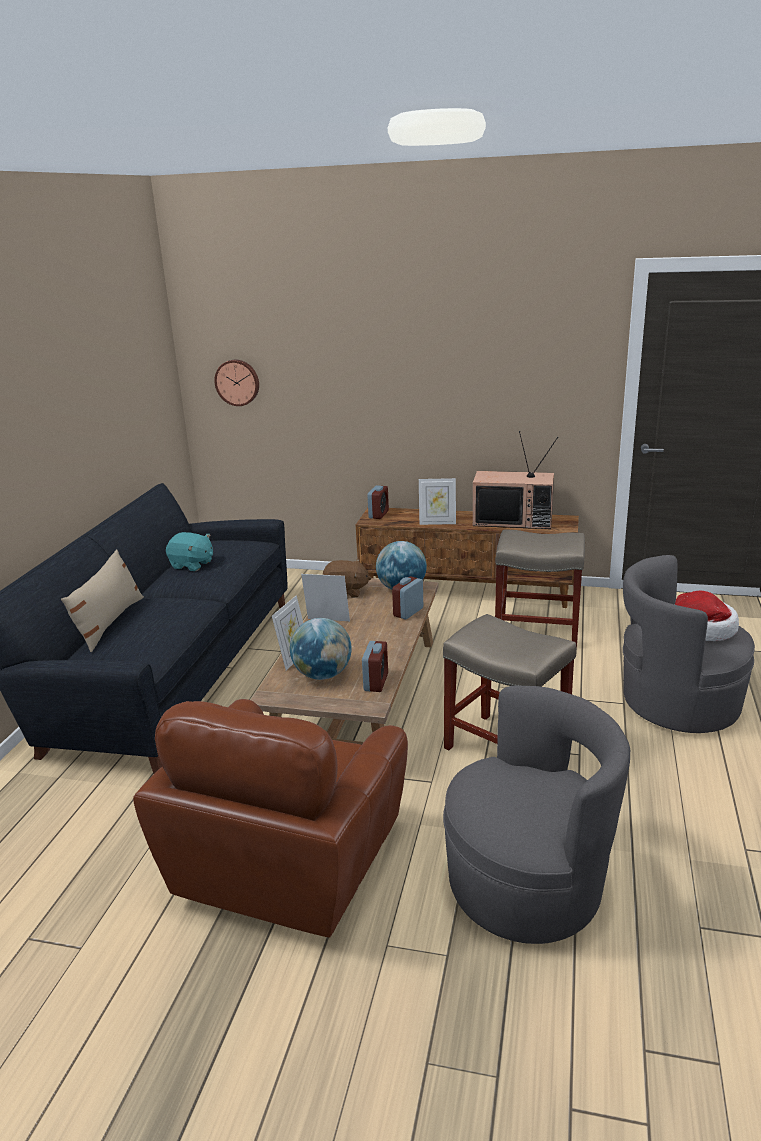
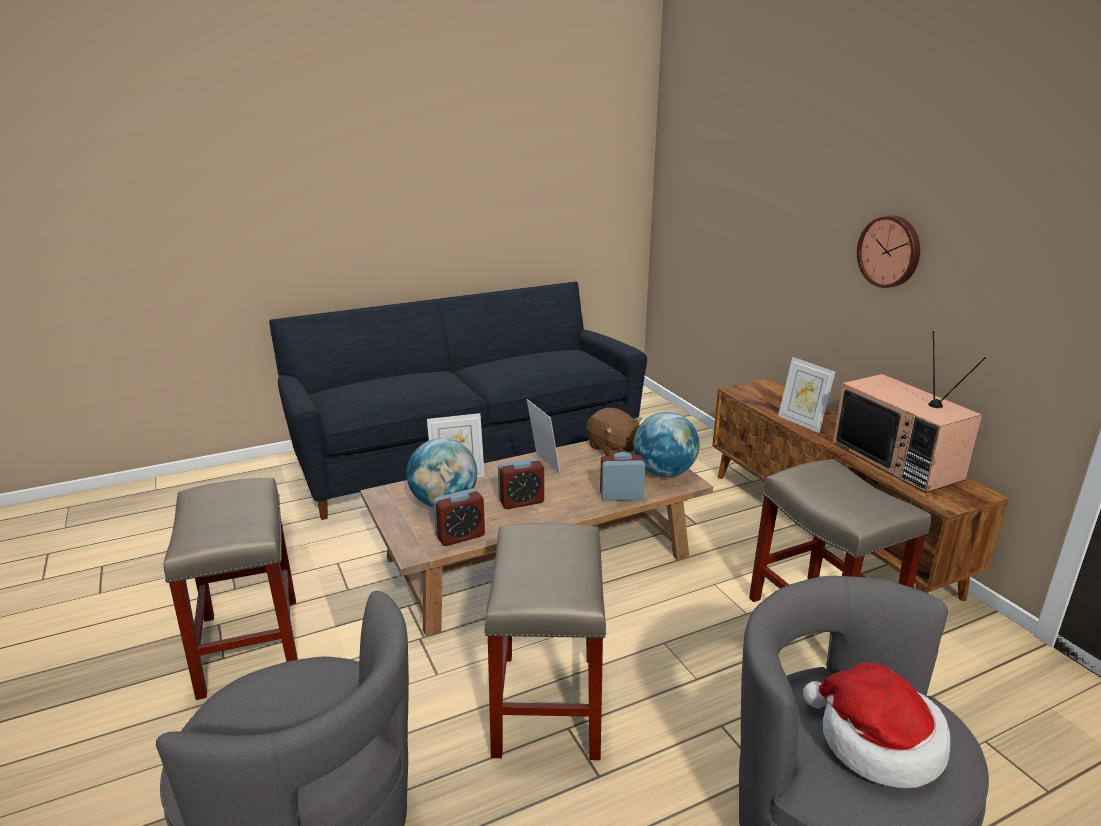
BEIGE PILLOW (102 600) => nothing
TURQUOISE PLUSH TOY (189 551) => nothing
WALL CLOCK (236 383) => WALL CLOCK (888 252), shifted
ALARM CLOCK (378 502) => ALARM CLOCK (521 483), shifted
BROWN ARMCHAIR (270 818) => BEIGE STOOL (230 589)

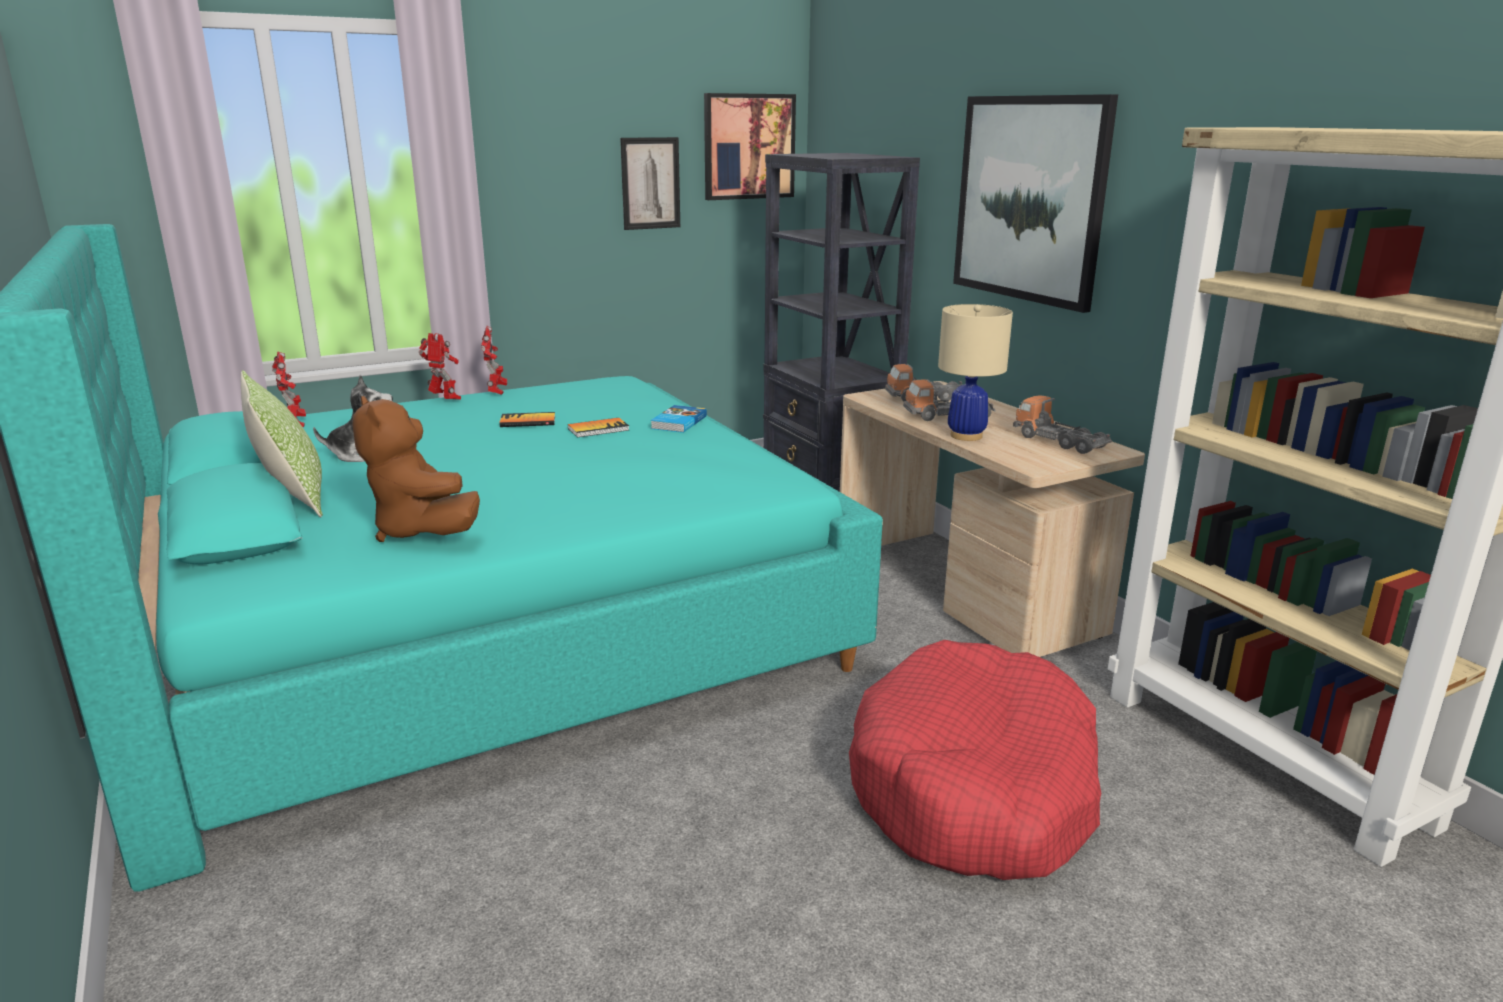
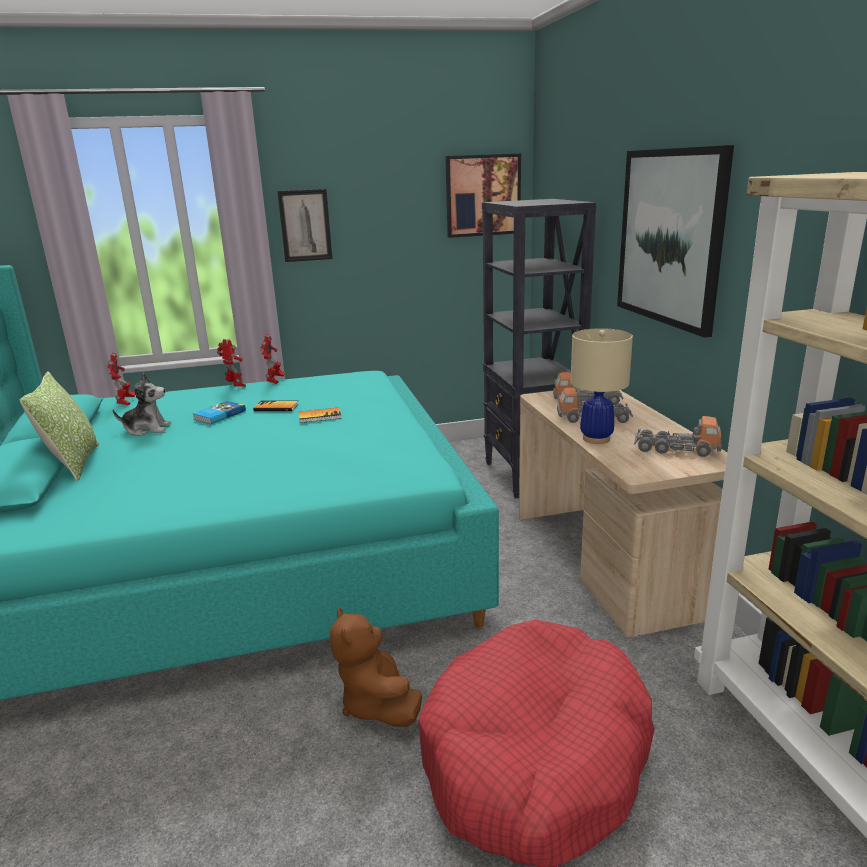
BROWN PLUSH TOY (416 469) => BROWN PLUSH TOY (376 667), shifted
PICTURE (650 183) => PICTURE (304 225), shifted
BOOK (678 419) => BOOK (219 412), shifted
TOY TRUCK (1062 424) => TOY TRUCK (678 436), 135 degrees clockwise

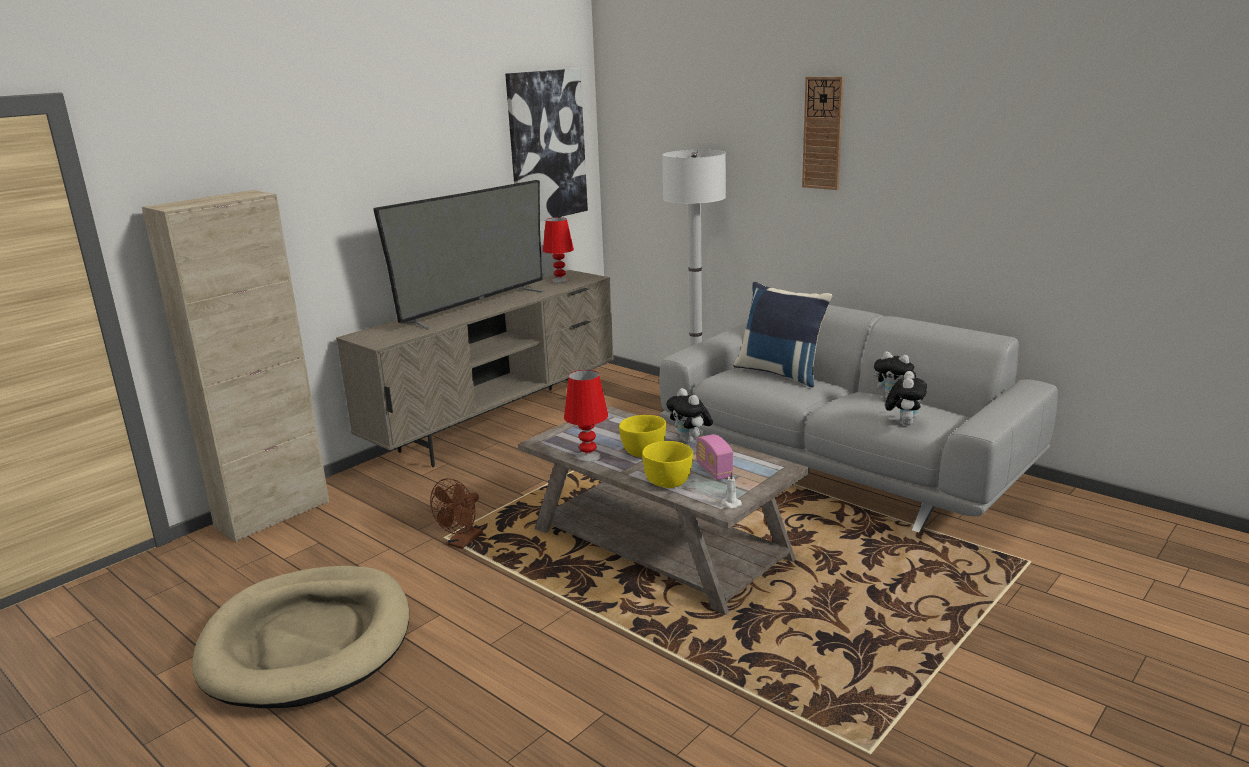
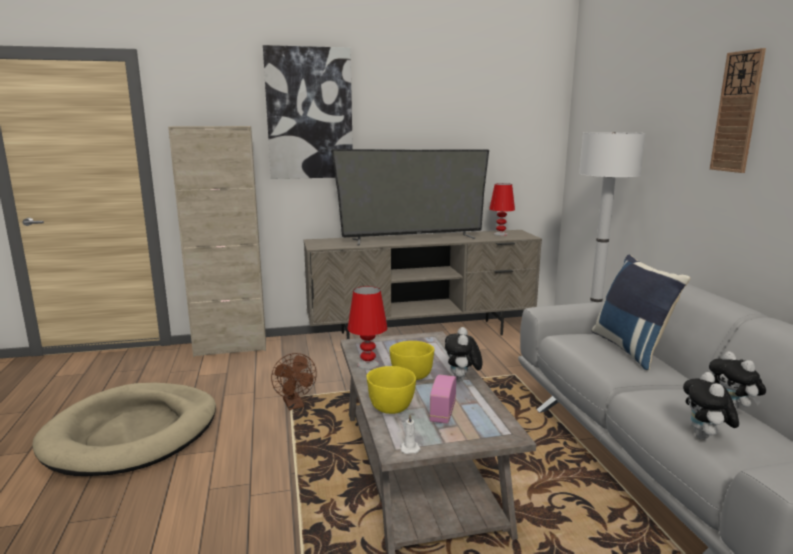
PICTURE (546 145) => PICTURE (308 112), shifted
BROWN FAN (456 513) => BROWN FAN (294 382), 90 degrees counterclockwise
PLUSH TOY (906 398) => PLUSH TOY (711 405), 135 degrees clockwise

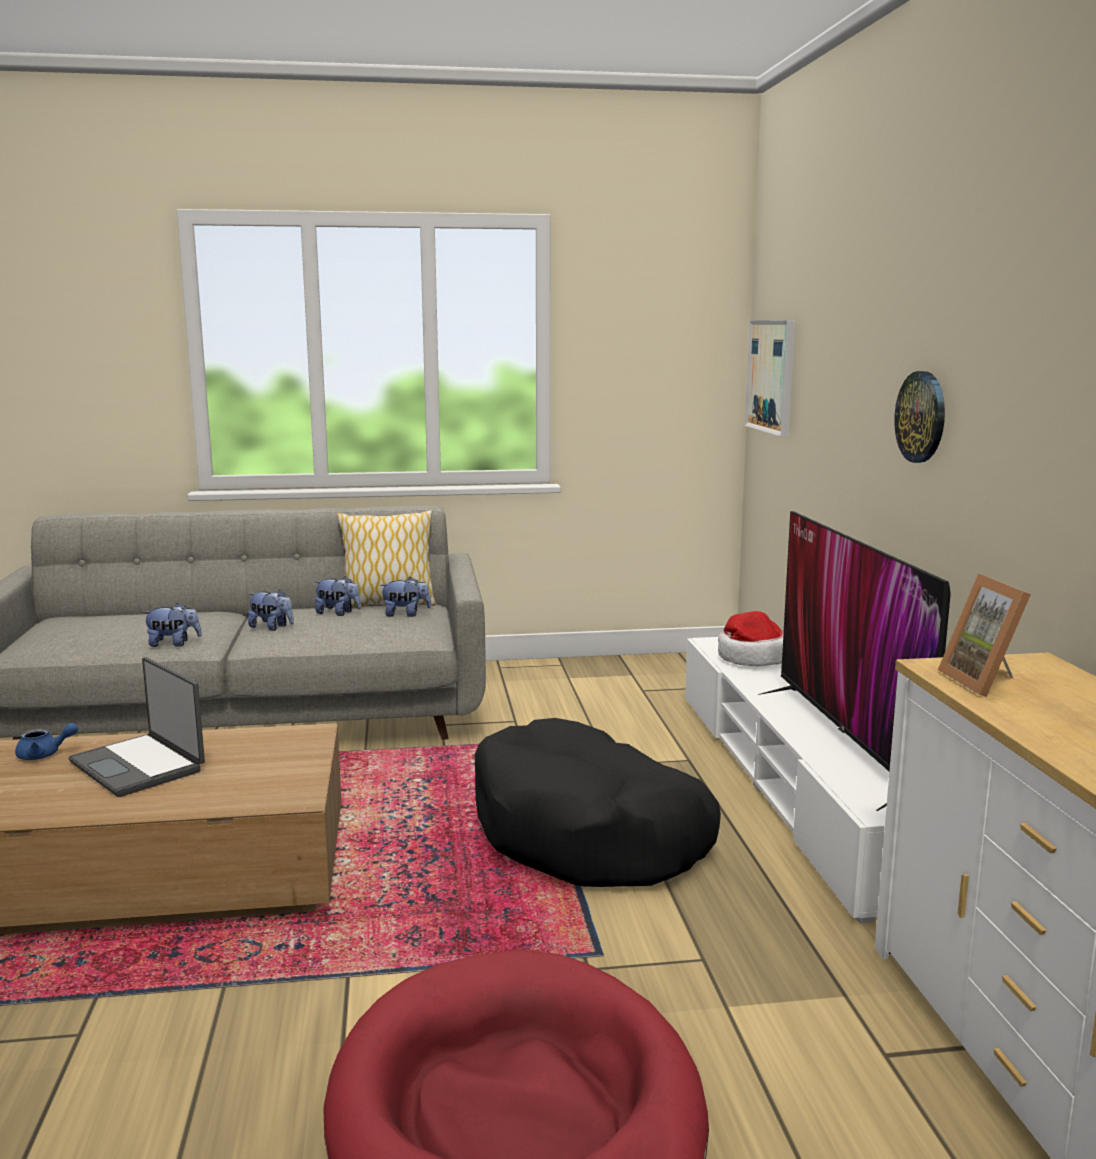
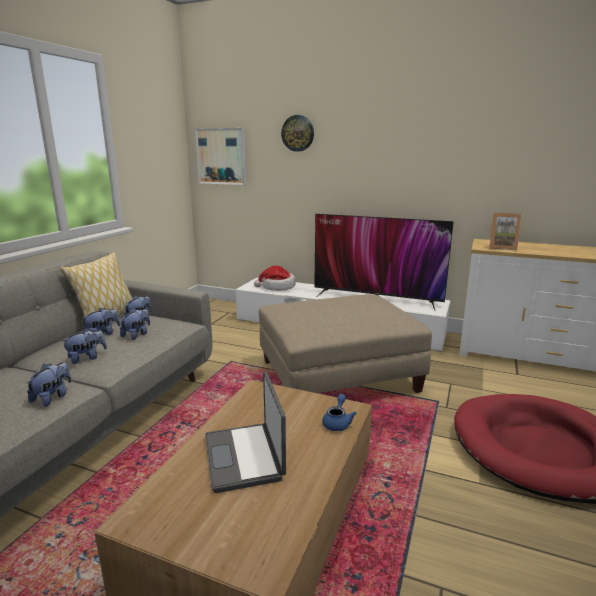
nothing => PLUSH TOY (135 324)
BLUE TEAPOT (46 741) => BLUE TEAPOT (339 412), shifted
WALL CLOCK (919 417) => WALL CLOCK (297 133), shifted
BLACK DOG BED (598 802) => BEIGE OTTOMAN (345 343)
LAPTOP (137 727) => LAPTOP (245 432), 90 degrees clockwise

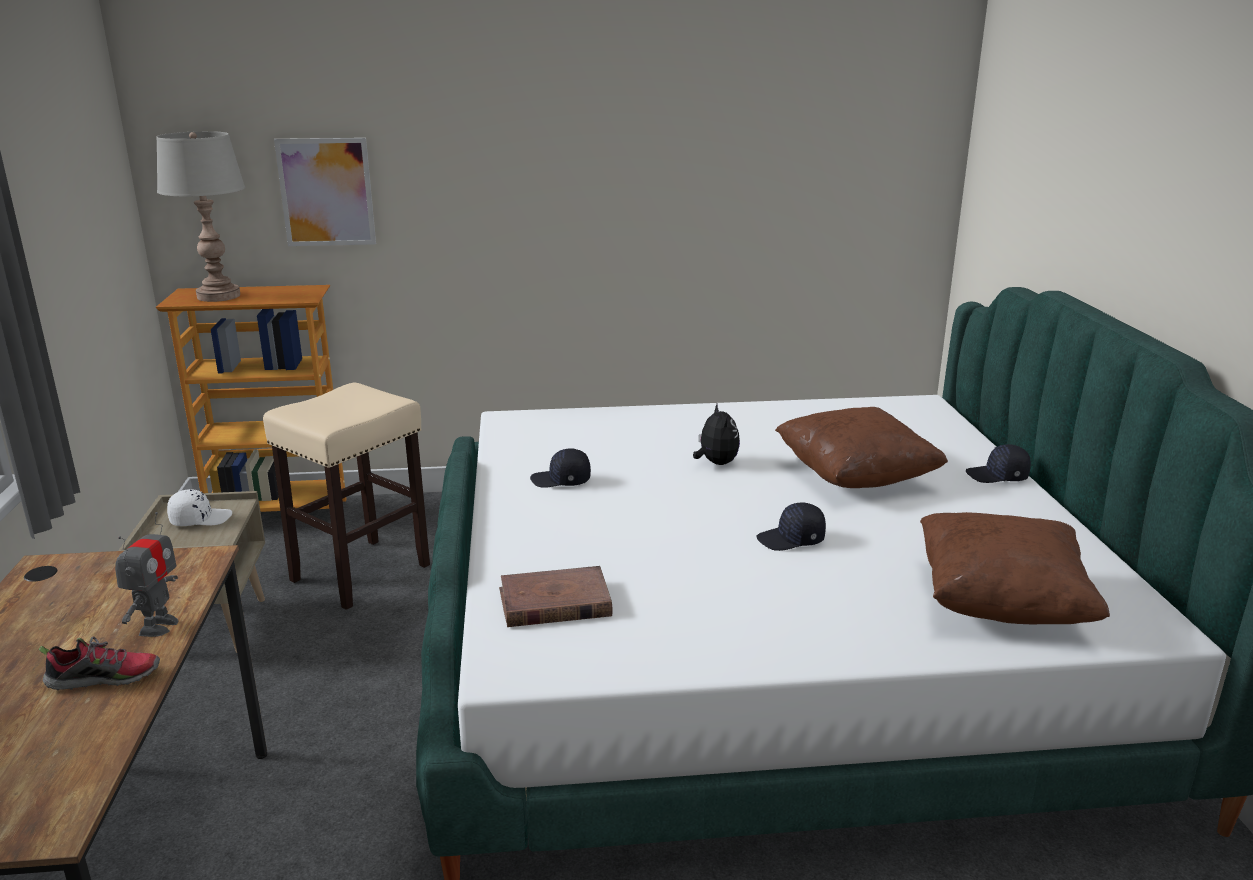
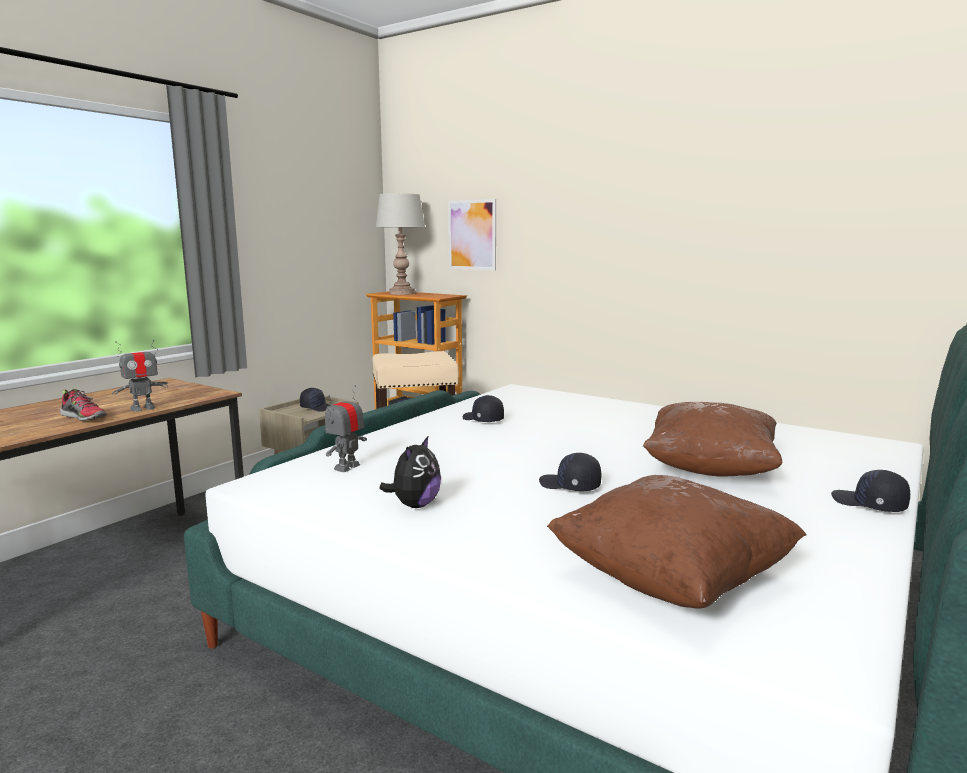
PLUSH TOY (716 434) => PLUSH TOY (410 471), shifted
BROWN BOOK (555 596) => TOY ROBOT (346 428)
WHITE CAP (199 507) => BLACK CAP (315 400)

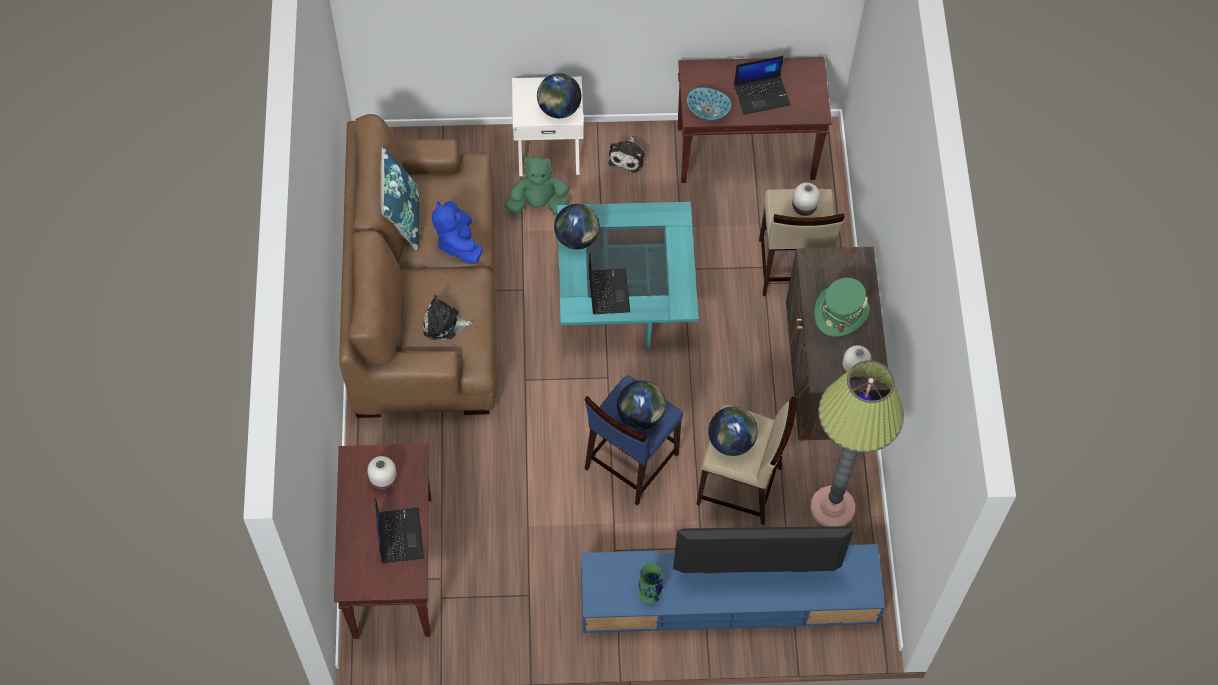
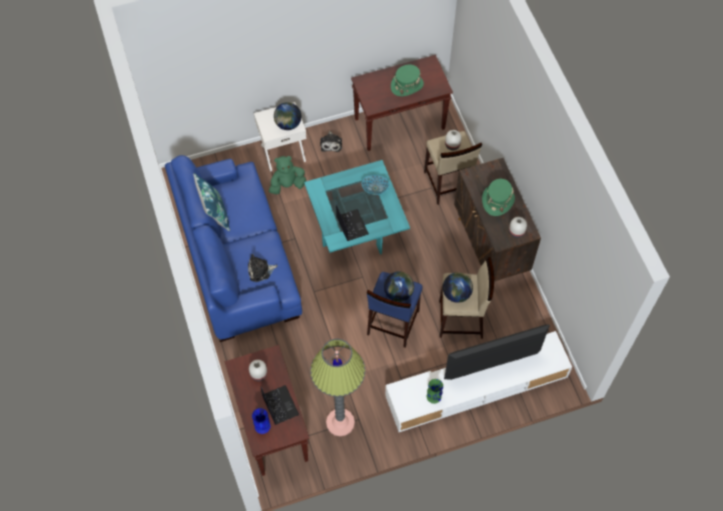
BLUE PLUSH TOY (457 232) => nothing
GLOBE (577 227) => nothing
nothing => BLUE VASE (261 421)
BOWL (709 104) => BOWL (375 185), shifted
FLOOR LAMP (857 443) => FLOOR LAMP (337 387), shifted
LAPTOP (762 85) => GREEN HAT (407 80)
BROWN SOFA (418 266) => BLUE SOFA (233 248)
BLUE TV STAND (733 588) => WHITE TV STAND (478 381)

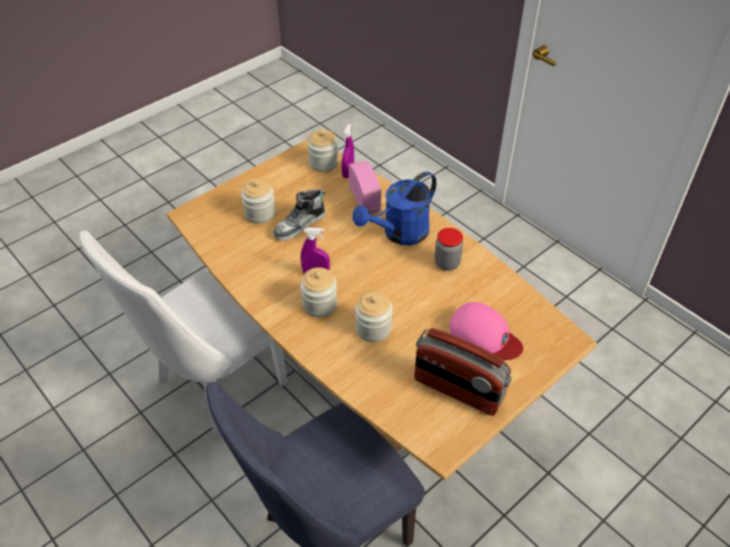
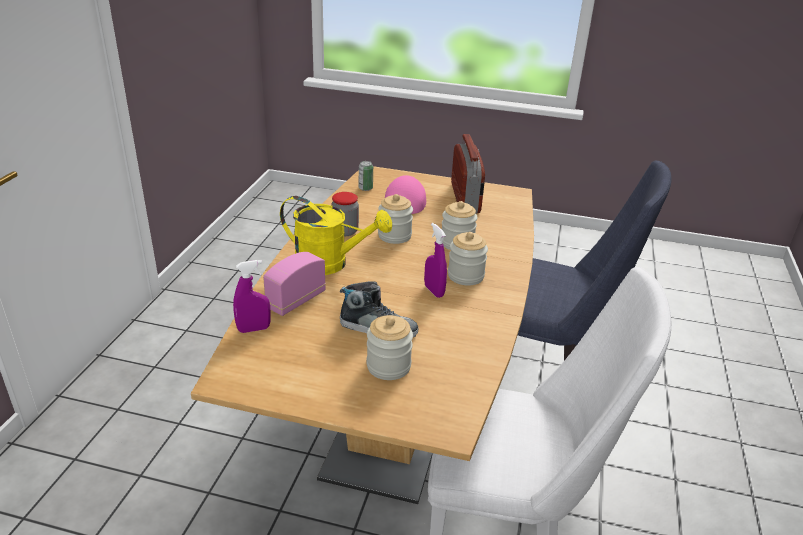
nothing => CAN (366 176)
JAR (323 150) => JAR (395 219), shifted
BLUE WATERING CAN (394 208) => YELLOW WATERING CAN (336 235)

